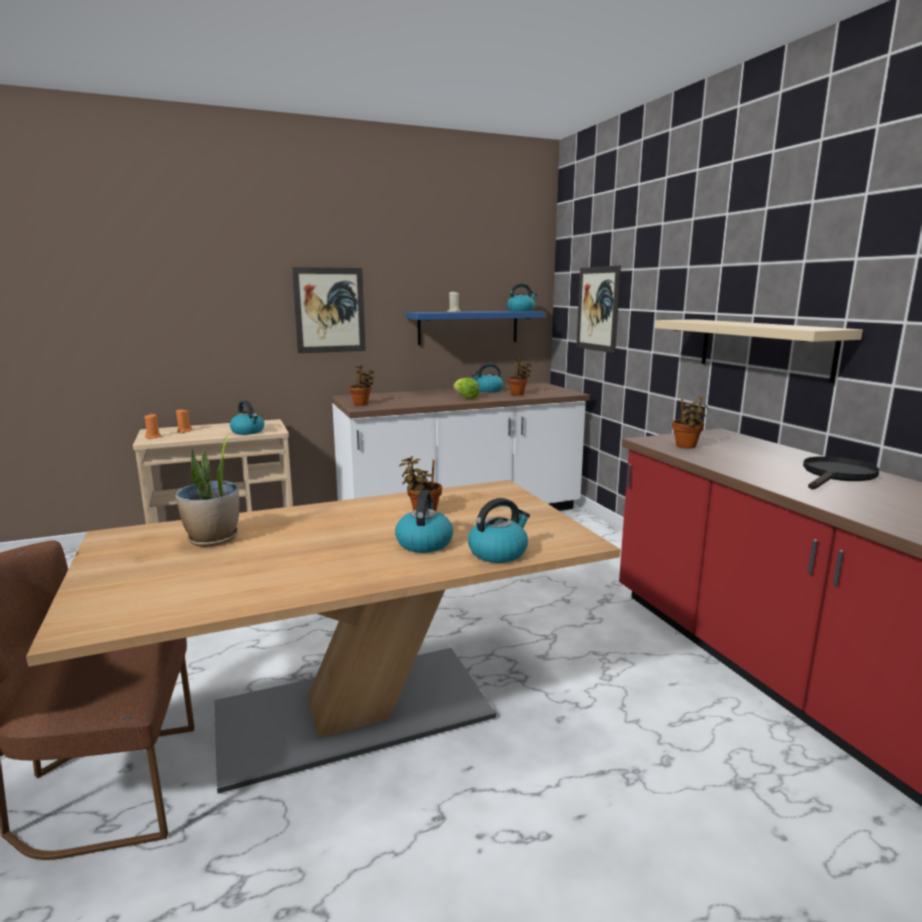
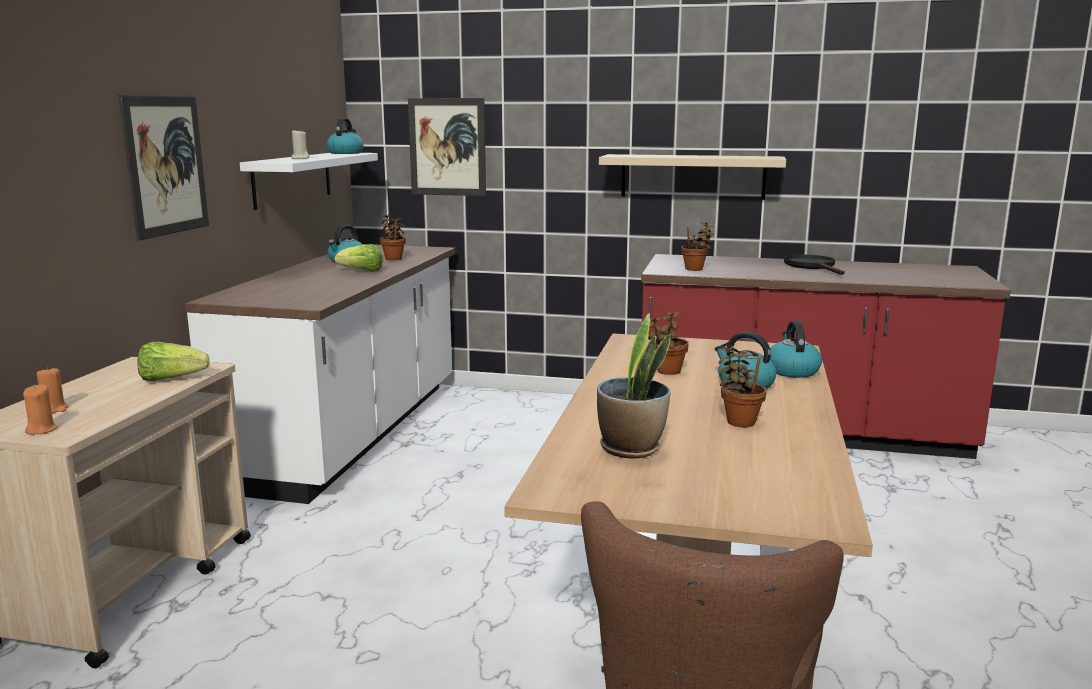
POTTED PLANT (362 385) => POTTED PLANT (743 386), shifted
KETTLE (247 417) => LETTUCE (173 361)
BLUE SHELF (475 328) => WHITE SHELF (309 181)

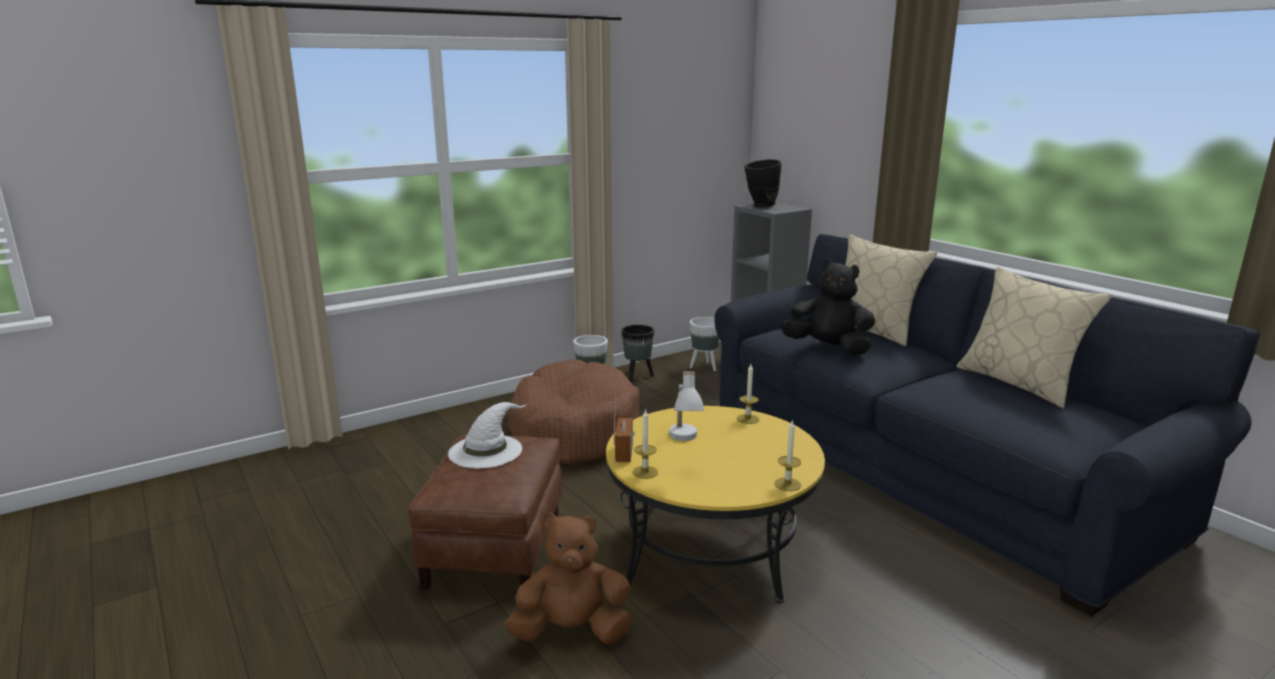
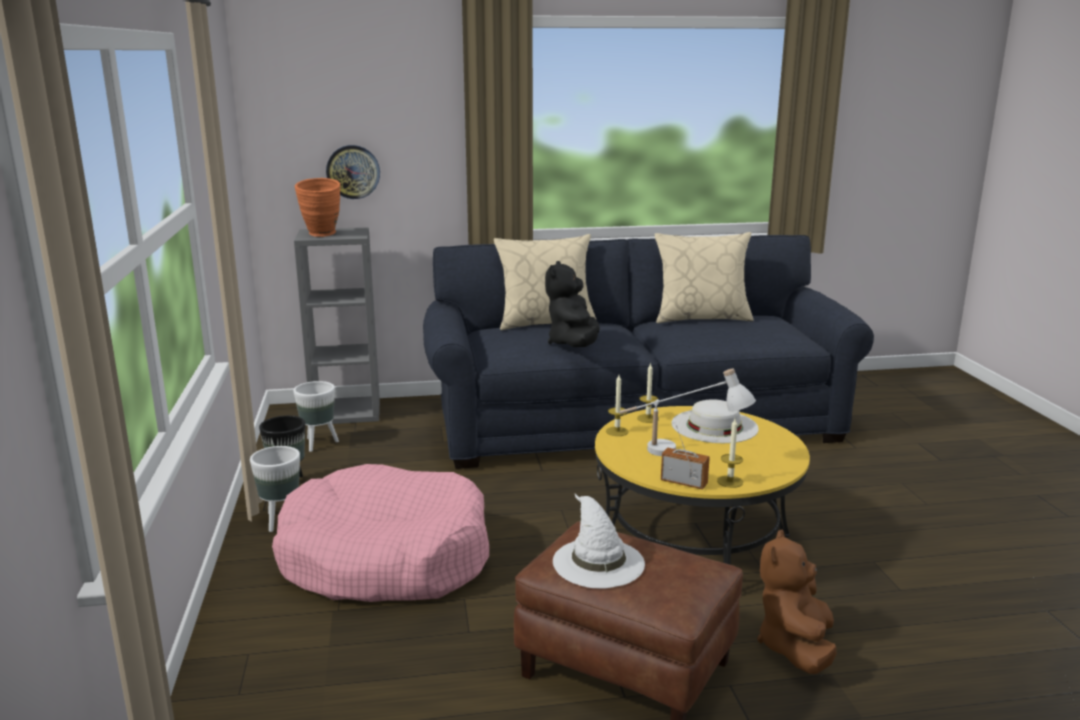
nothing => WALL CLOCK (353 172)
nothing => WHITE HAT (715 421)
CANDLE (787 455) => CANDLE (617 405), shifted
BROWN DOG BED (573 412) => PINK DOG BED (380 533)
BLACK VASE (762 183) => ORANGE VASE (317 207)
BLACK PLUSH TOY (828 307) => BLACK PLUSH TOY (572 304), 45 degrees counterclockwise

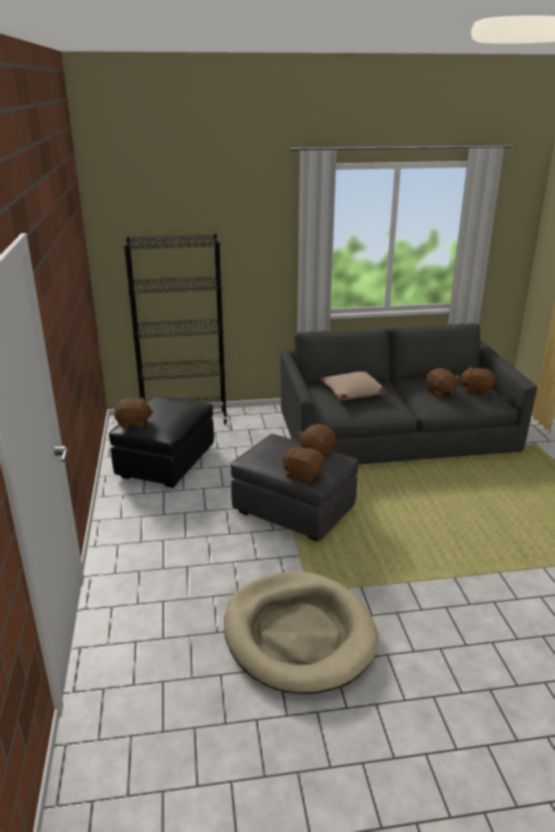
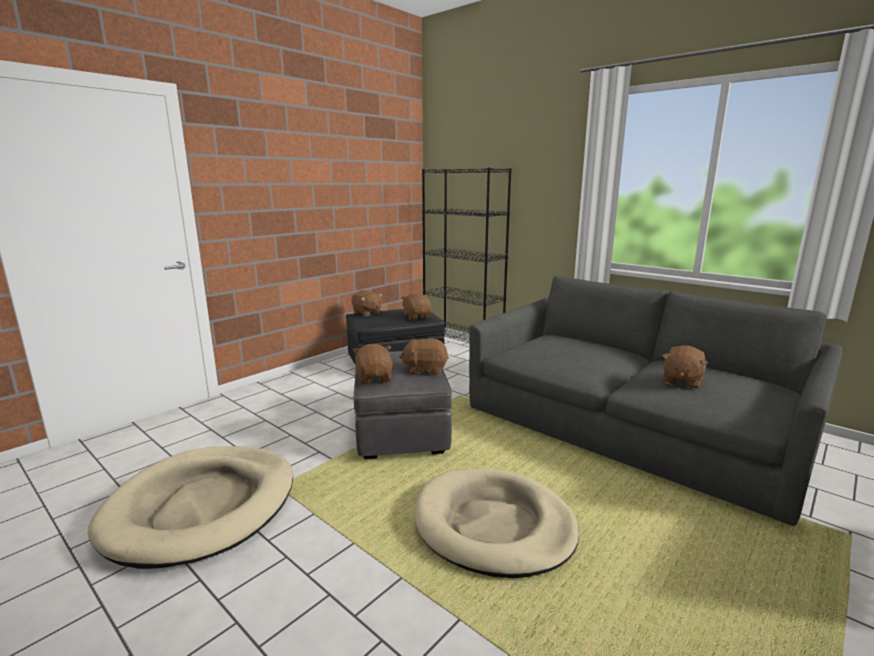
BEIGE PILLOW (353 386) => nothing
nothing => BEIGE DOG BED (496 523)
BROWN PLUSH TOY (476 380) => BROWN PLUSH TOY (416 306), shifted

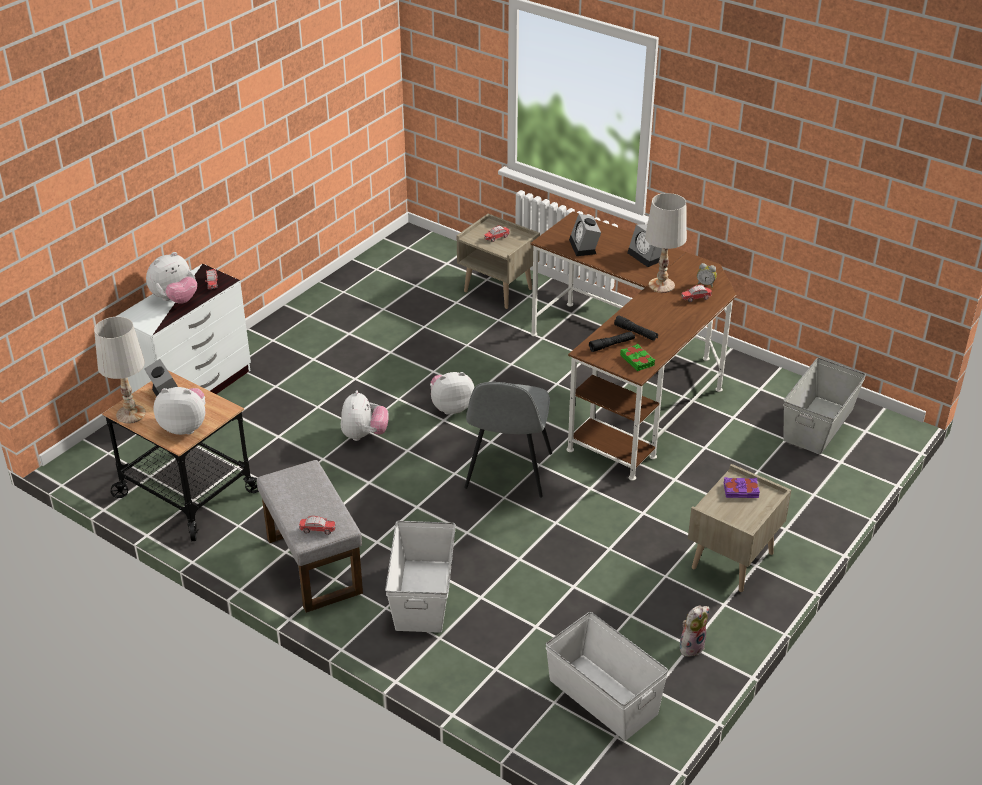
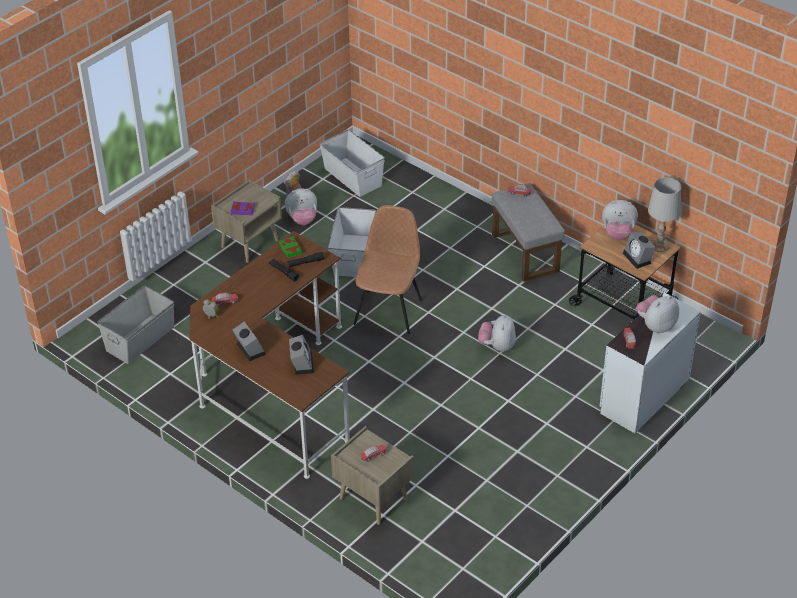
WHITE TABLE LAMP (666 243) => nothing
WHITE STORAGE BOX (420 577) => WHITE STORAGE BOX (352 242), shifted
PLUSH TOY (452 393) => PLUSH TOY (301 206), shifted
GREY CHAIR (508 440) => BROWN CHAIR (388 269)

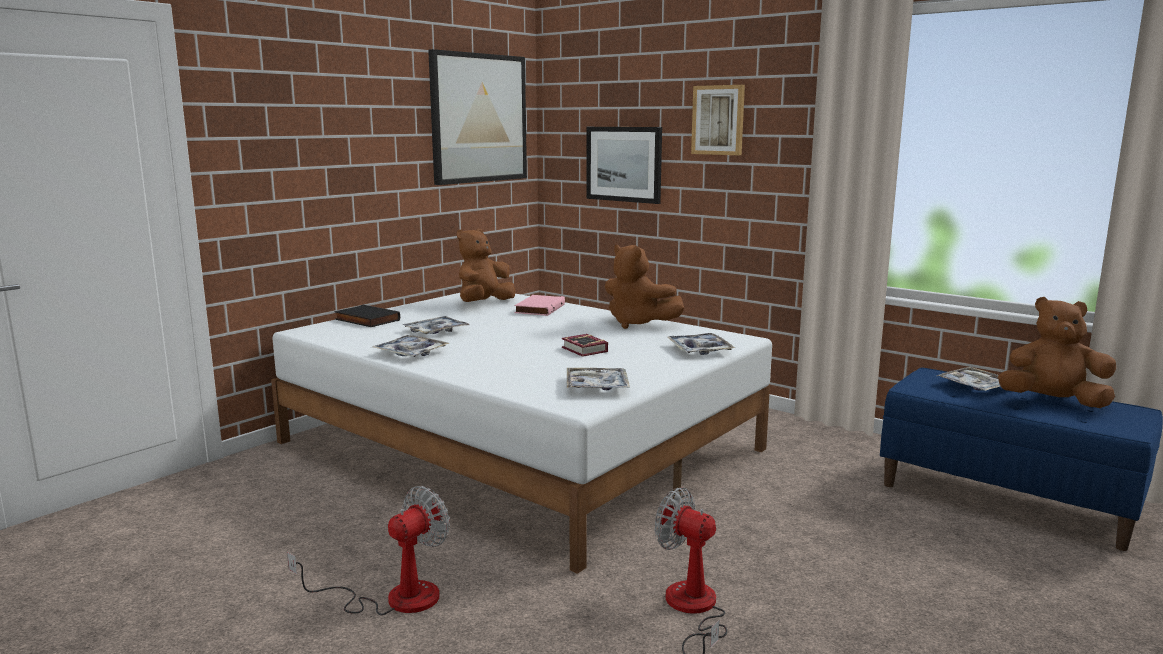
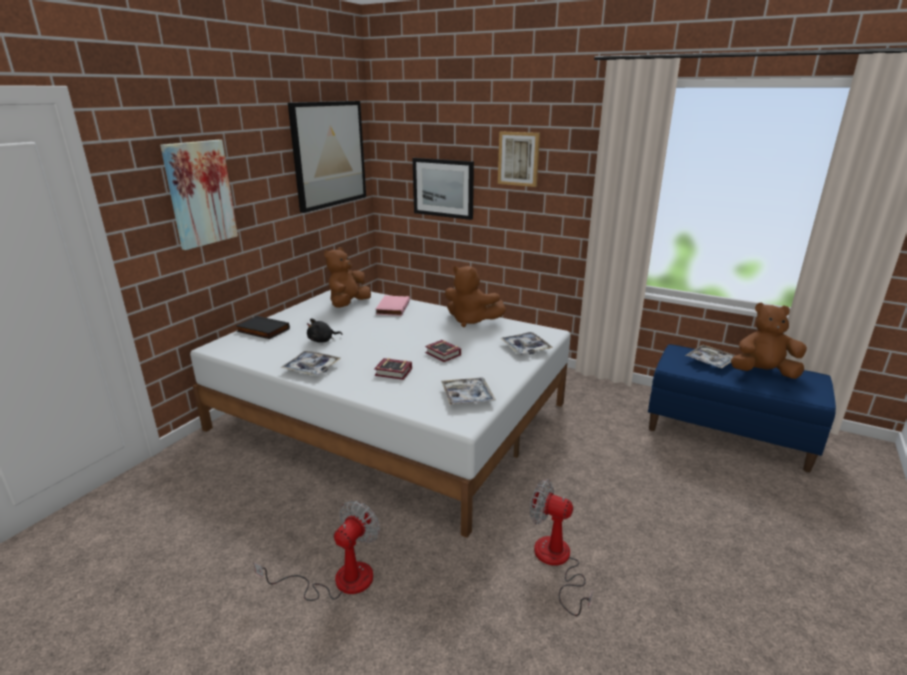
nothing => PICTURE (199 195)
nothing => BOOK (393 369)
TRAY (435 325) => BLACK PLUSH TOY (324 330)

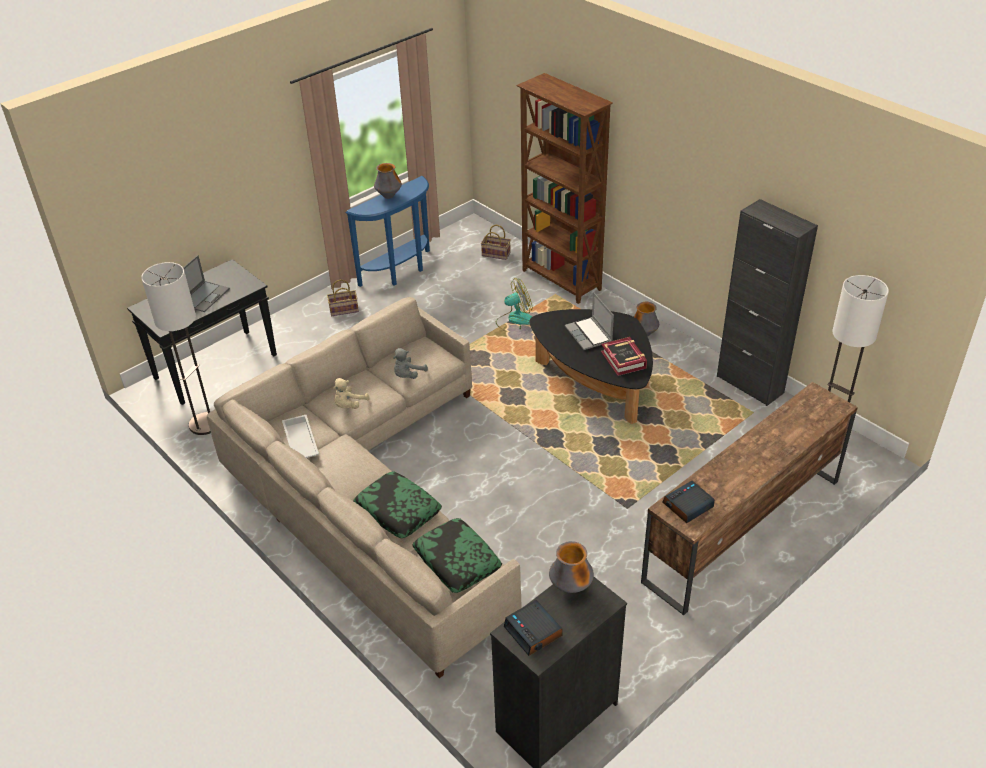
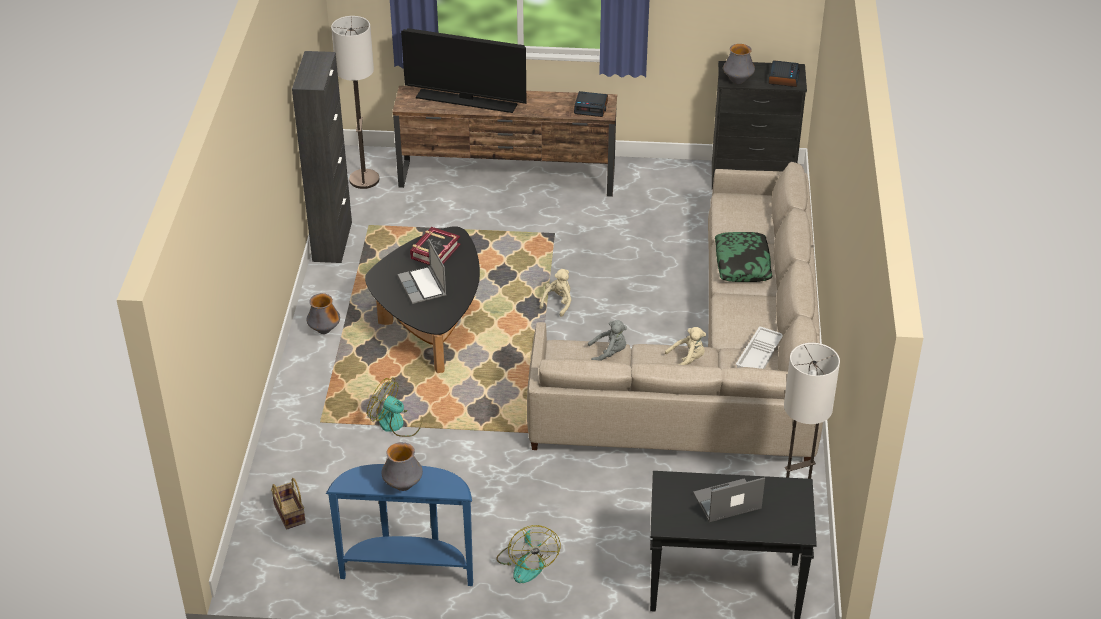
PILLOW (457 555) => nothing
BROWN BOOKCASE (564 188) => nothing
nothing => TELEVISION (464 70)
nothing => BEIGE PLUSH TOY (555 293)
BASKET (343 297) => FAN (528 554)
LAPTOP (589 321) => LAPTOP (421 271), 135 degrees clockwise

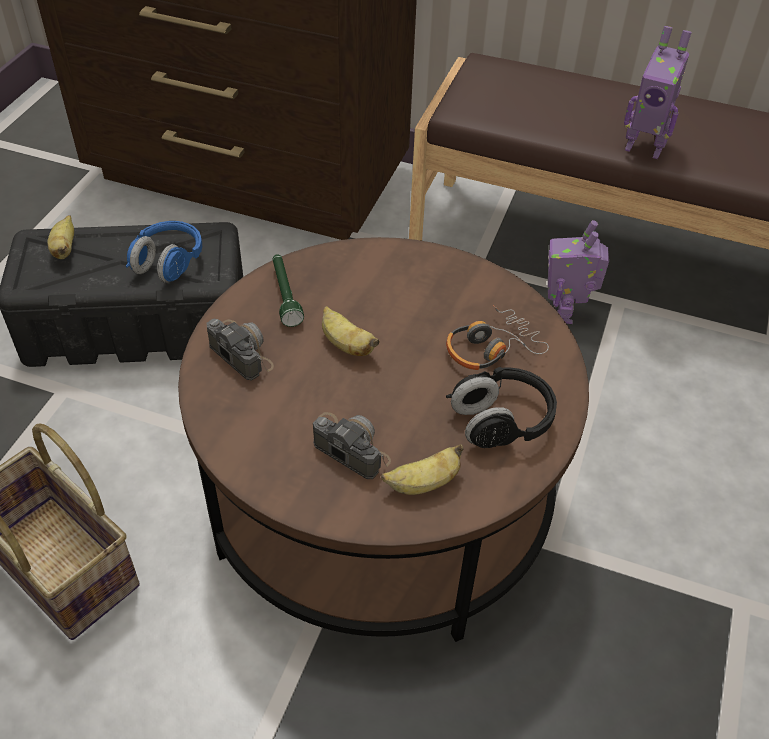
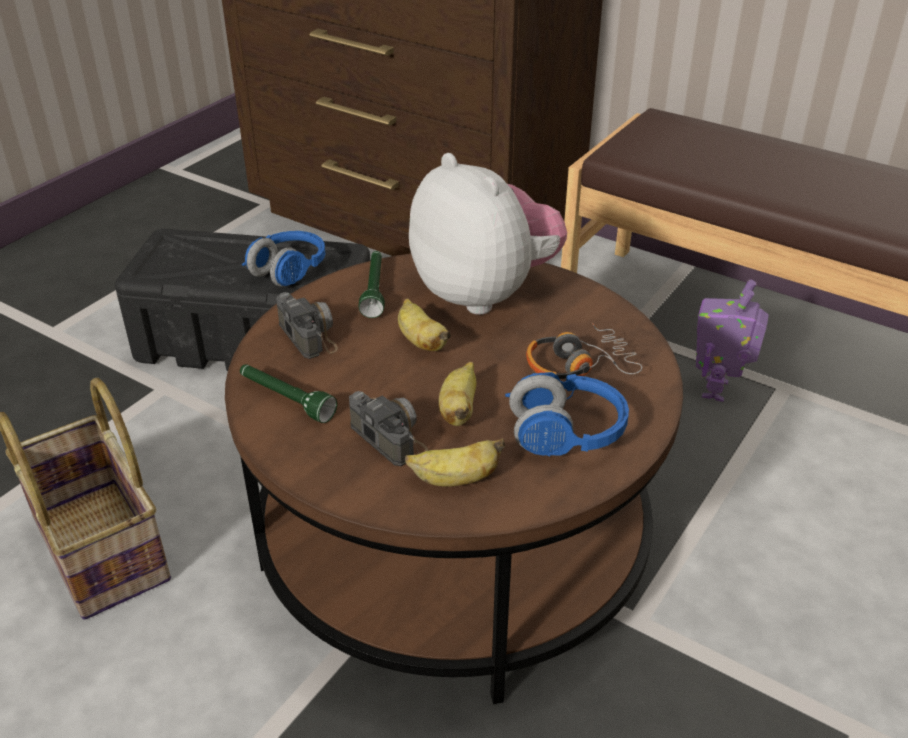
TOY ROBOT (658 92) => nothing
nothing => GREEN FLASHLIGHT (288 393)
nothing => PLUSH TOY (488 234)
BANANA (61 237) => BANANA (458 394), shifted
BLACK HEADPHONES (501 407) => BLUE HEADPHONES (567 414)

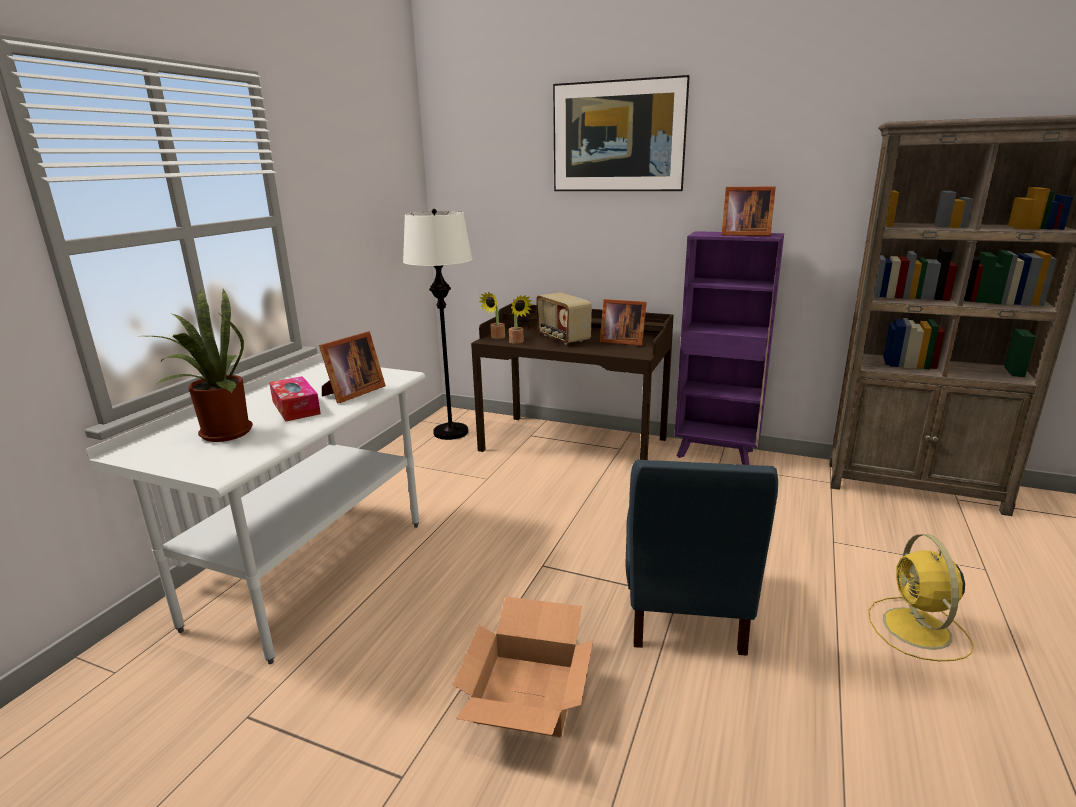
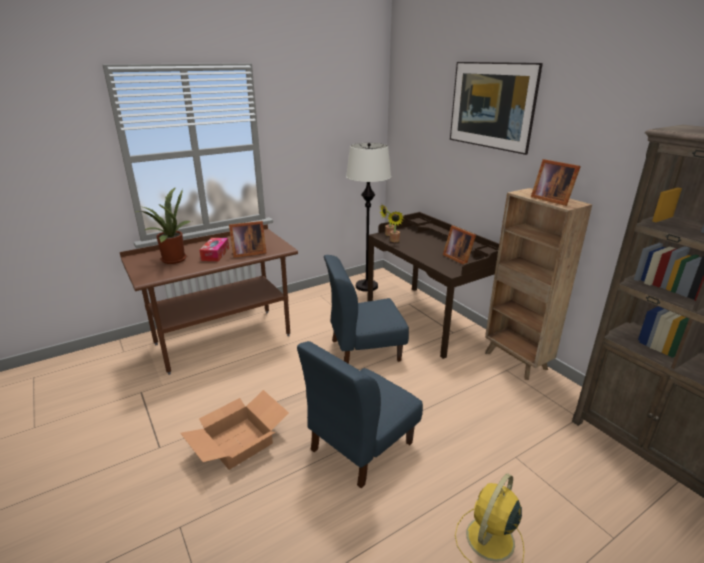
RADIO (564 318) => nothing
nothing => BLUE CHAIR (366 309)
WHITE DESK (256 509) => BROWN DESK (209 299)
PURPLE BOOKCASE (729 348) => BROWN BOOKCASE (538 284)

